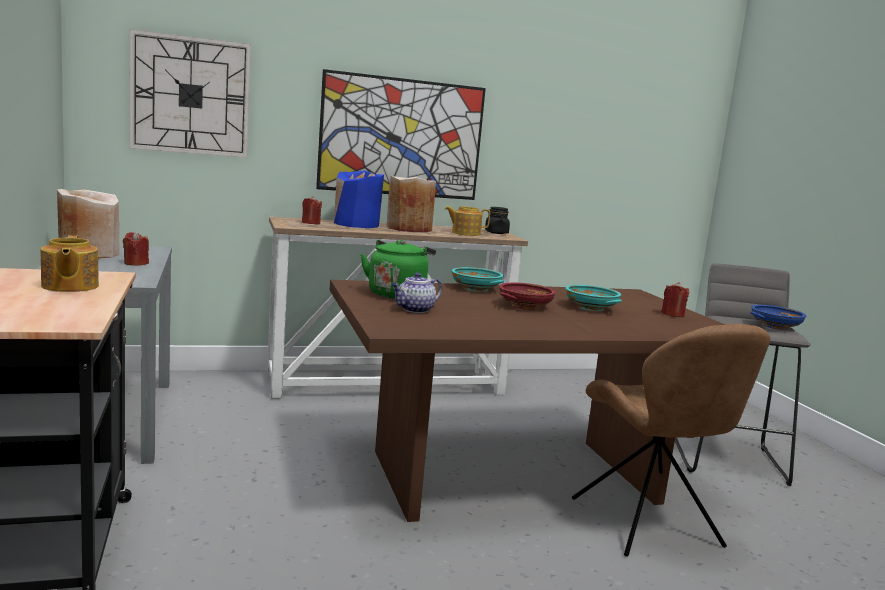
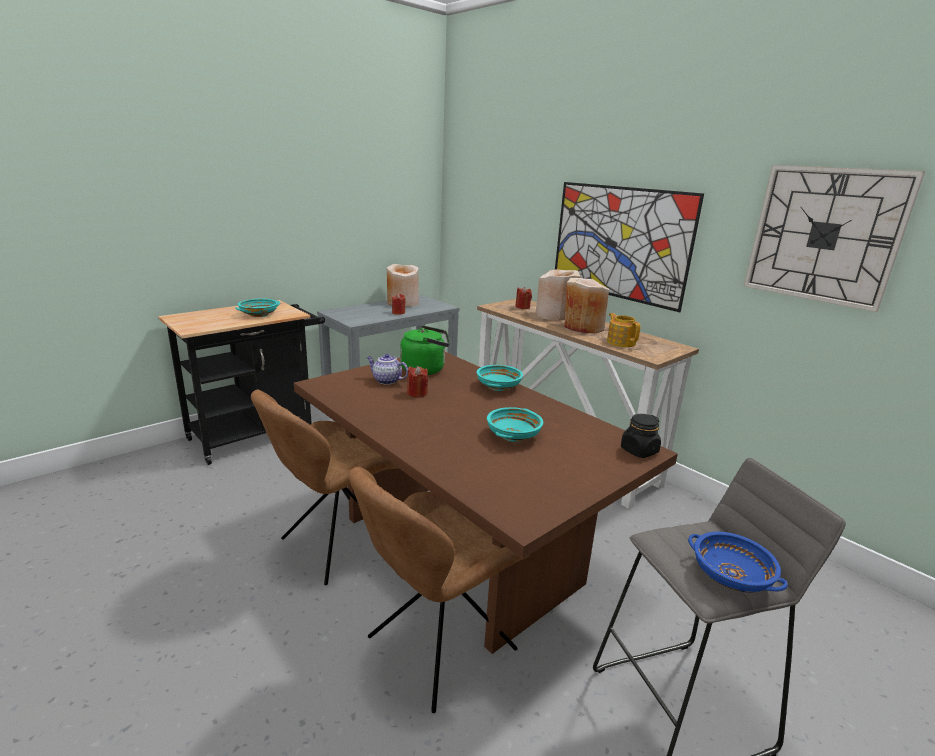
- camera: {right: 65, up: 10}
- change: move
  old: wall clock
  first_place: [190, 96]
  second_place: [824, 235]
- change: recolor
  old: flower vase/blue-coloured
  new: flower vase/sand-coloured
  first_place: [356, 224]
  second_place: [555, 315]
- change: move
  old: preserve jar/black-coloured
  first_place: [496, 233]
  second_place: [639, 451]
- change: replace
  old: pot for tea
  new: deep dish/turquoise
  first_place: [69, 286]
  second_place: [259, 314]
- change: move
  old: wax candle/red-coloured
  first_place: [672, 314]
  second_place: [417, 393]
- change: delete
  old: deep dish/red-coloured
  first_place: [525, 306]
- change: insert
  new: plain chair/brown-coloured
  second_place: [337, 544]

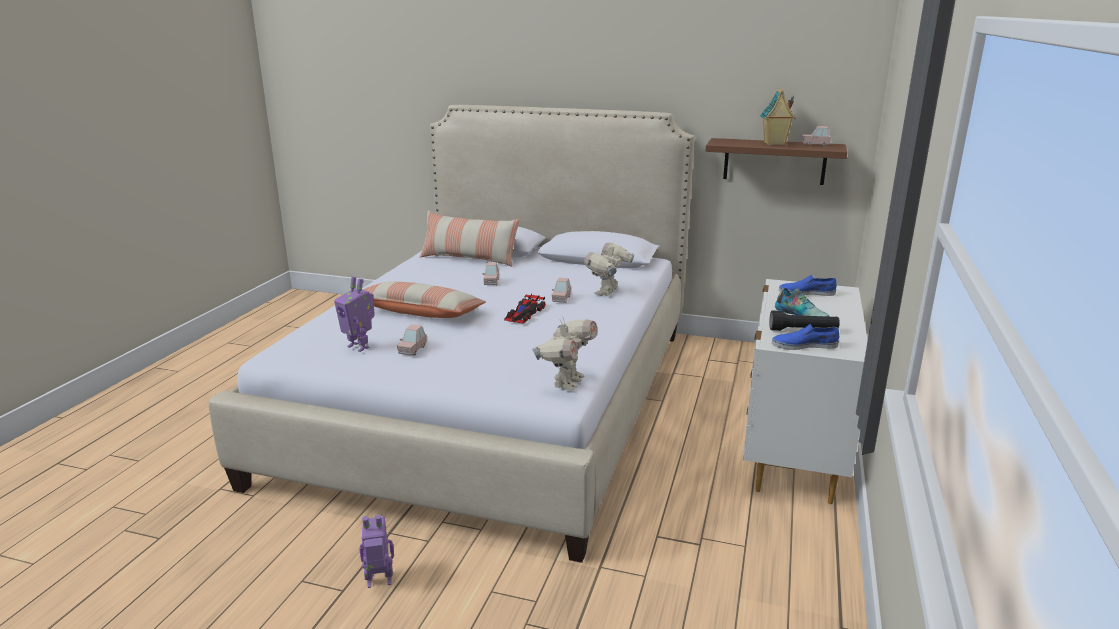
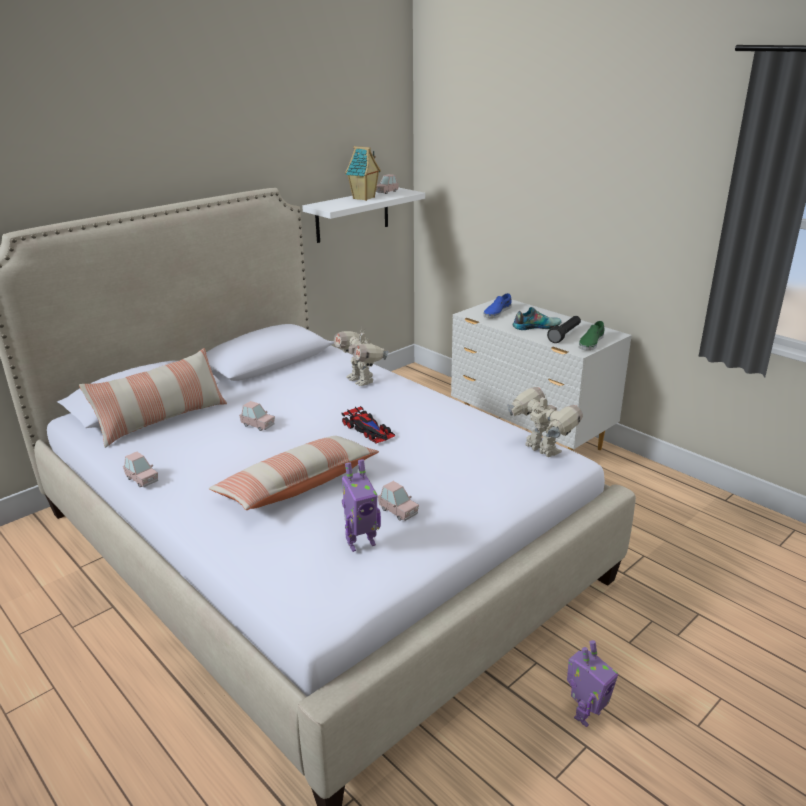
- camera: {right: -60, up: 5}
- change: recolor
  old: wall shelf/brown-coloured
  new: wall shelf/white-coloured
  first_place: [774, 161]
  second_place: [352, 215]
- change: move
  old: toy car/pink-coloured
  first_place: [561, 299]
  second_place: [142, 479]
- change: recolor
  old: low shoe/blue-coloured
  new: low shoe/green
  first_place: [804, 345]
  second_place: [591, 343]
- change: rotate
  old: robot figure
  first_place: [379, 582]
  second_place: [585, 714]
  degrees: -150

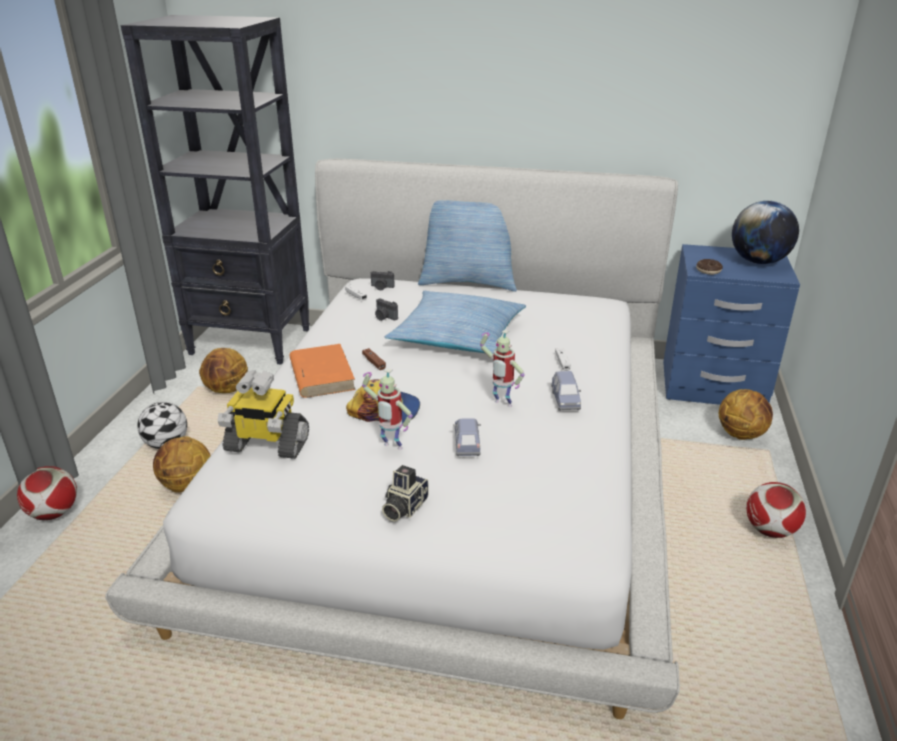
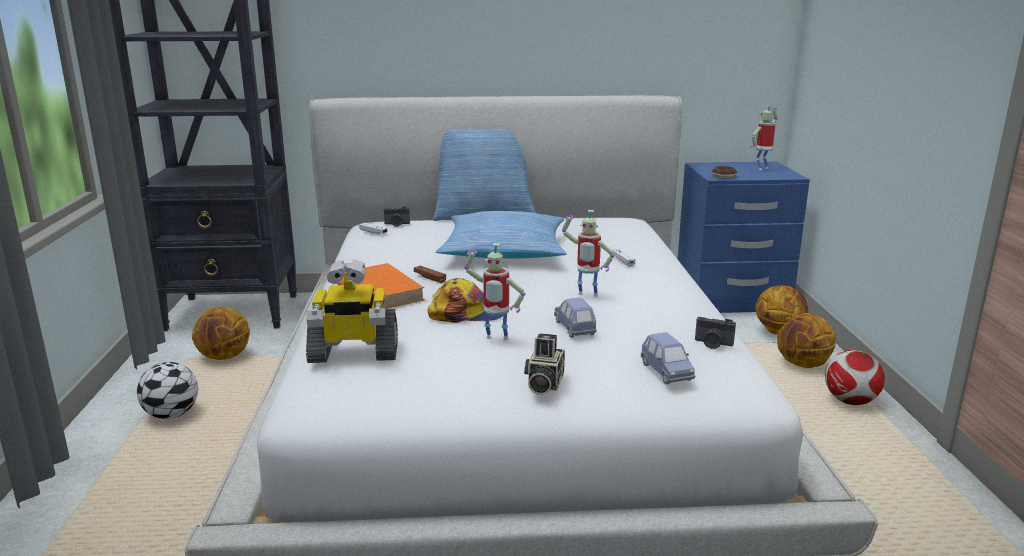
- camera: {right: -15, up: -10}
- change: replace
  old: world globe
  new: robot figure
  first_place: [758, 262]
  second_place: [761, 168]
- change: move
  old: photo camera
  first_place: [384, 317]
  second_place: [713, 344]
- change: move
  old: toy car/blue-coloured
  first_place: [565, 401]
  second_place: [666, 372]
- change: move
  old: basketball ball
  first_place: [186, 486]
  second_place: [802, 365]
- change: delete
  old: ball for football
  first_place: [54, 513]

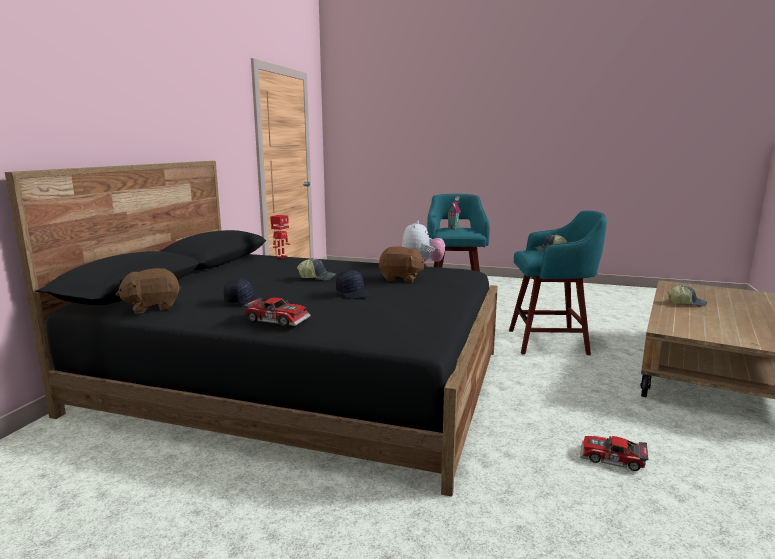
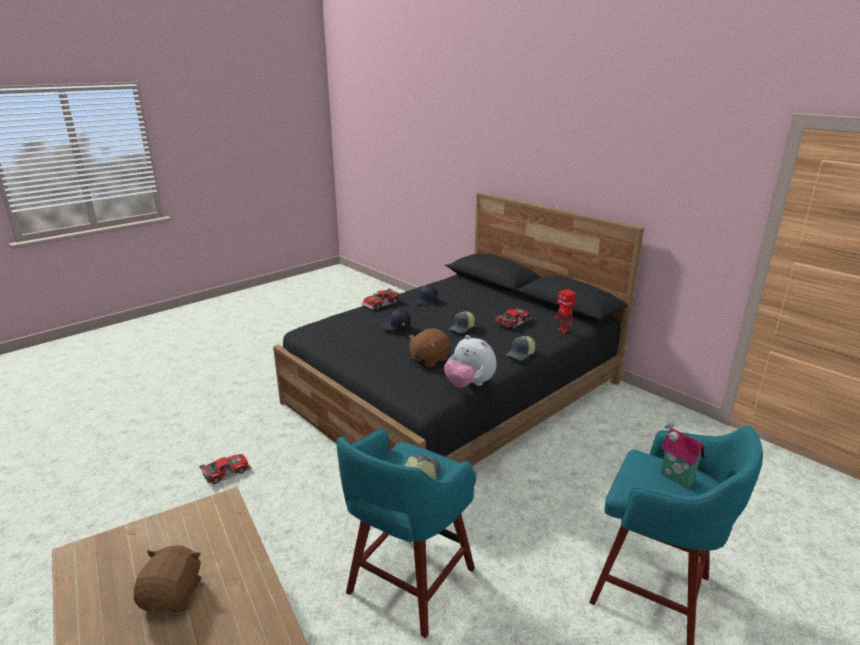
- camera: {right: 120, up: 10}
- change: move
  old: soft toy/brown-coloured
  first_place: [152, 307]
  second_place: [173, 595]
- change: move
  old: peaked cap
  first_place: [686, 303]
  second_place: [521, 354]
- change: insert
  new: toy car
  second_place: [512, 322]

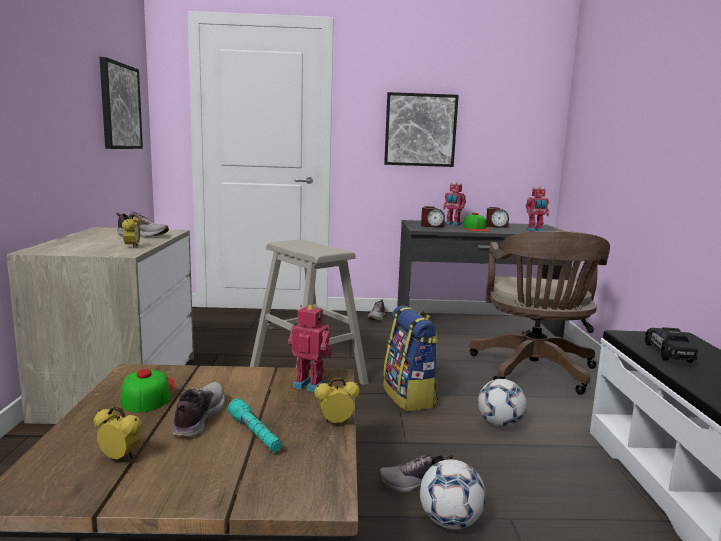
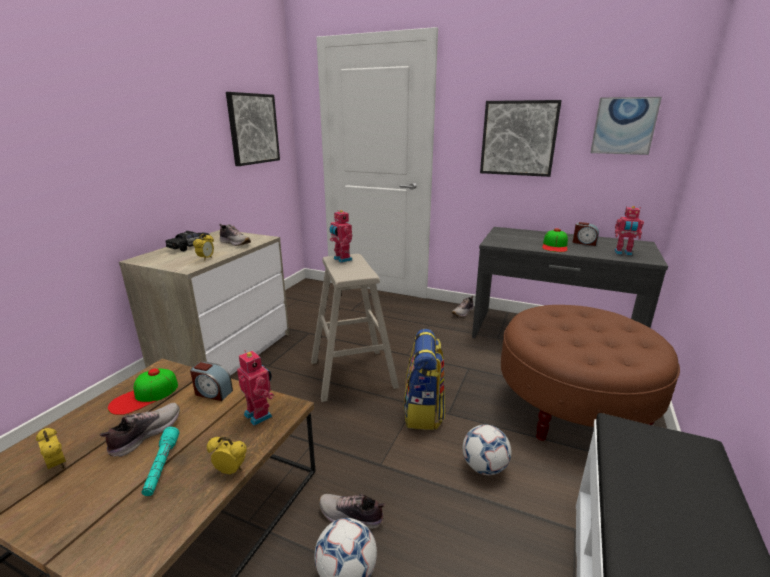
- camera: {right: 25, up: 10}
- change: move
  old: robot figure
  first_place: [452, 224]
  second_place: [341, 259]
- change: move
  old: bedside clock
  first_place: [432, 226]
  second_place: [213, 392]
- change: replace
  old: office chair/brown-coloured
  new: footrest/brown-coloured
  first_place: [534, 371]
  second_place: [572, 407]
- change: move
  old: toy car/black-coloured
  first_place: [668, 353]
  second_place: [190, 247]
- change: rotate
  old: peaked cap
  first_place: [147, 393]
  second_place: [144, 396]
  degrees: -150
- change: insert
  new: wall picture
  second_place: [624, 126]

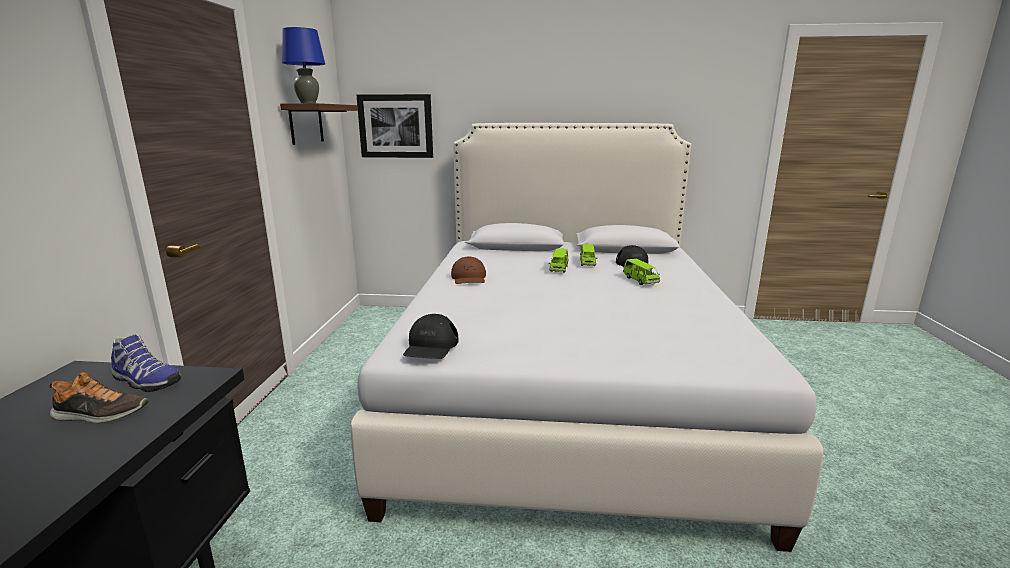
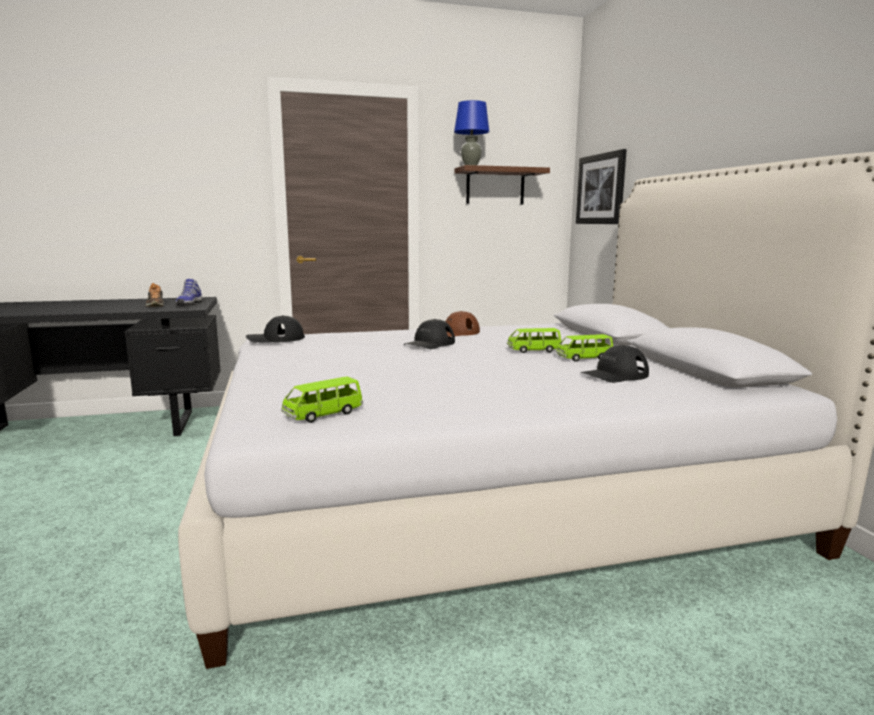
- camera: {right: 70, up: -5}
- change: move
  old: toy car/green
  first_place: [640, 280]
  second_place: [323, 414]
- change: insert
  new: peaked cap/black-coloured
  second_place: [429, 343]

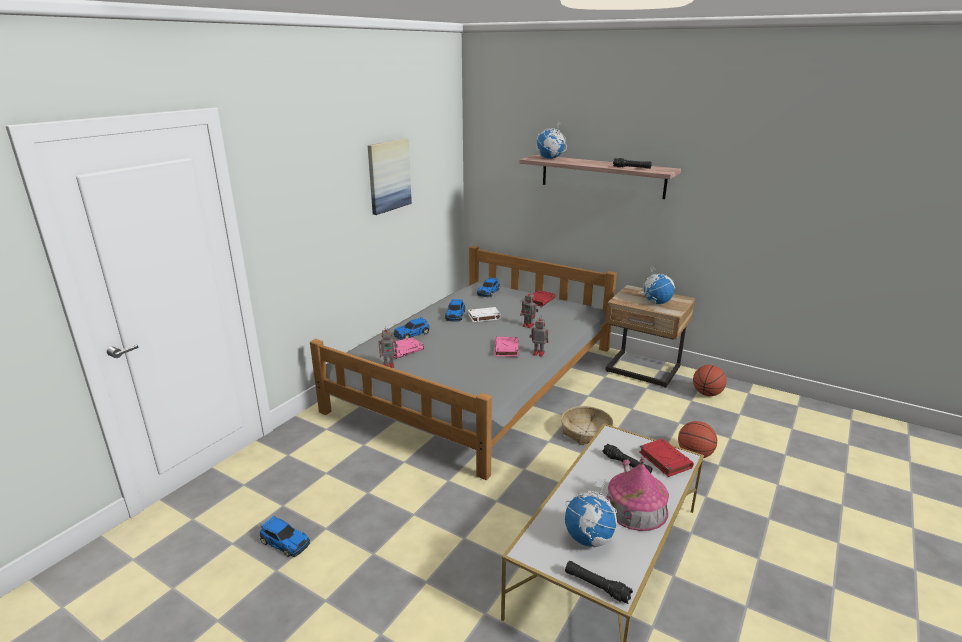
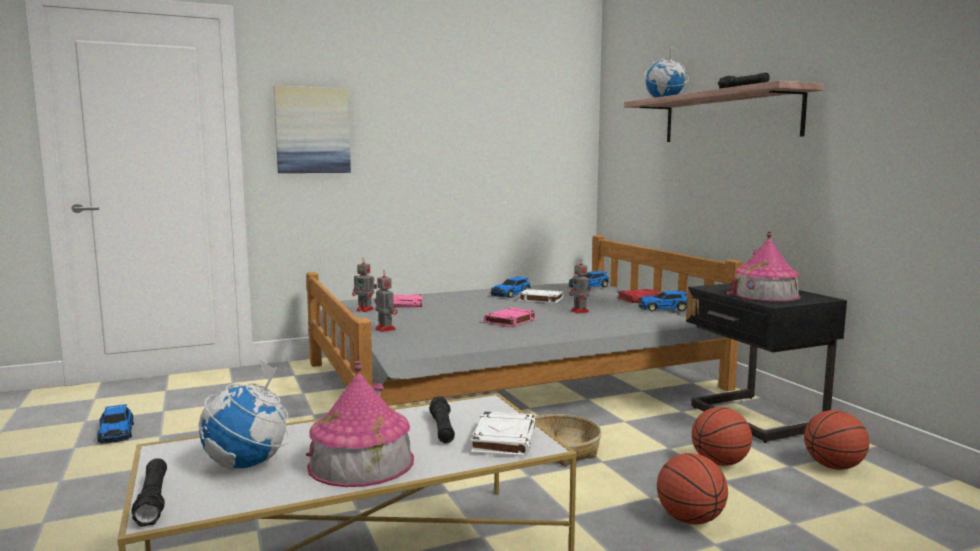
- camera: {right: 35, up: -15}
- change: move
  old: wall picture
  first_place: [389, 176]
  second_place: [312, 130]
- change: replace
  old: world globe
  new: miniature house
  first_place: [656, 302]
  second_place: [765, 295]
- change: recolor
  old: night table/sand-coloured
  new: night table/black-coloured
  first_place: [642, 370]
  second_place: [754, 419]
- change: move
  old: robot figure
  first_place: [538, 353]
  second_place: [385, 329]
- change: move
  old: toy car
  first_place: [412, 334]
  second_place: [664, 309]
- change: recolor
  old: bound book/red-coloured
  new: bound book/white-coloured
  first_place: [664, 460]
  second_place: [504, 439]
- change: insert
  new: basketball ball
  second_place: [719, 463]

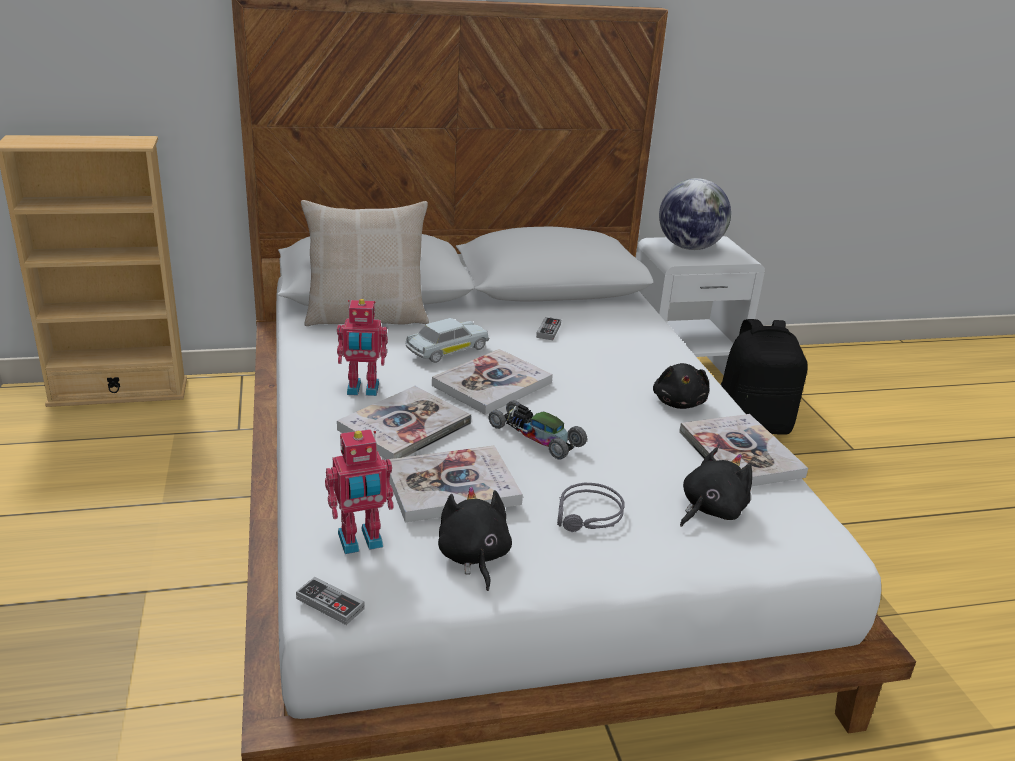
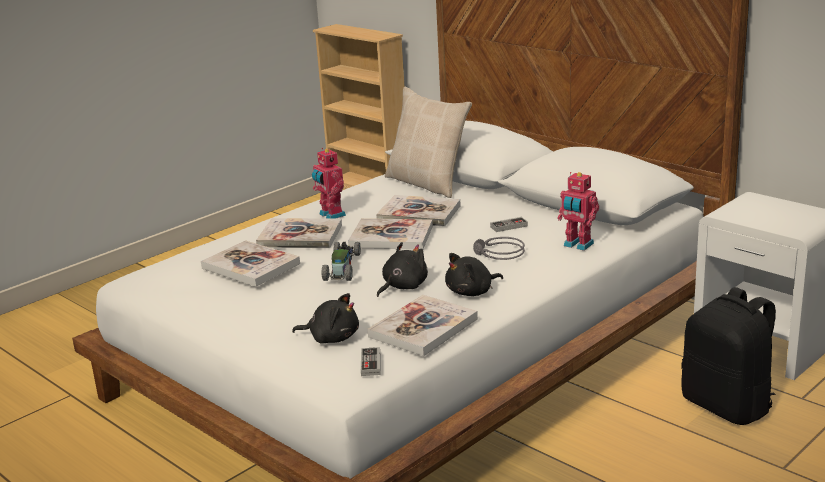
- camera: {right: 60, up: -5}
- change: delete
  old: world globe
  first_place: [689, 247]
- change: replace
  old: toy car/white-coloured
  new: bound book
  first_place: [447, 350]
  second_place: [419, 213]
- change: move
  old: robot figure
  first_place: [361, 542]
  second_place: [577, 245]
- change: move
  old: headset/gray
  first_place: [588, 516]
  second_place: [498, 254]
- change: move
  old: soft toy/black-coloured
  first_place: [473, 557]
  second_place: [403, 287]
- change: move
  old: joypad
  first_place: [330, 603]
  second_place: [370, 364]

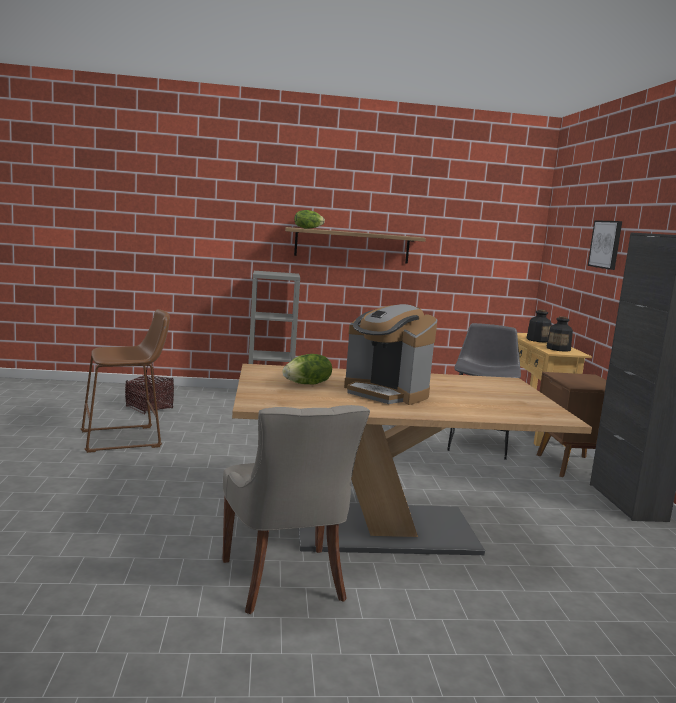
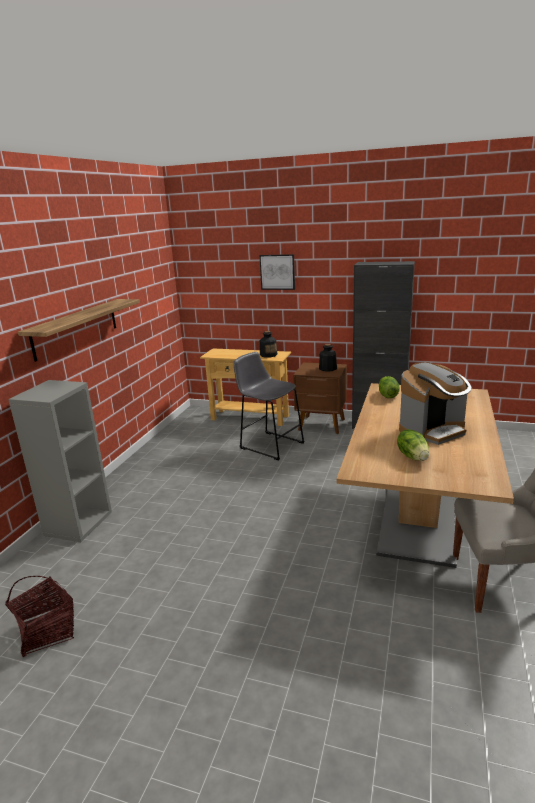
- camera: {right: -65, up: 10}
- change: move
  old: lettuce
  first_place: [307, 228]
  second_place: [387, 395]
- change: delete
  old: sitting stool/brown-coloured
  first_place: [126, 439]
- change: move
  old: beverage bottle
  first_place: [537, 340]
  second_place: [327, 368]

